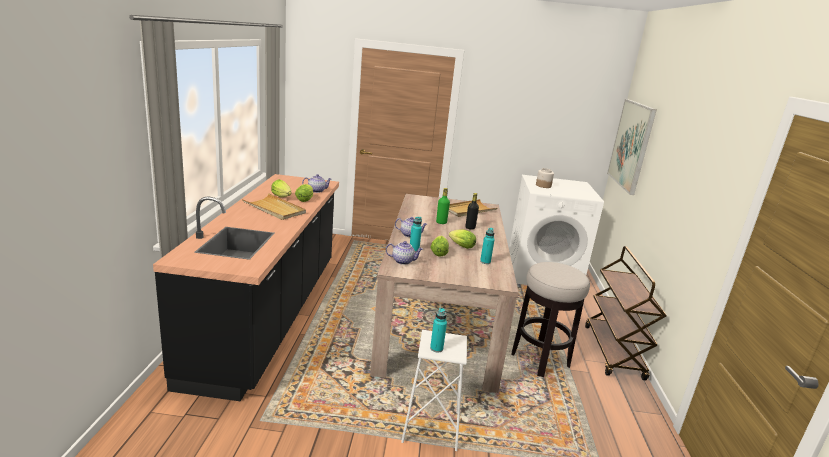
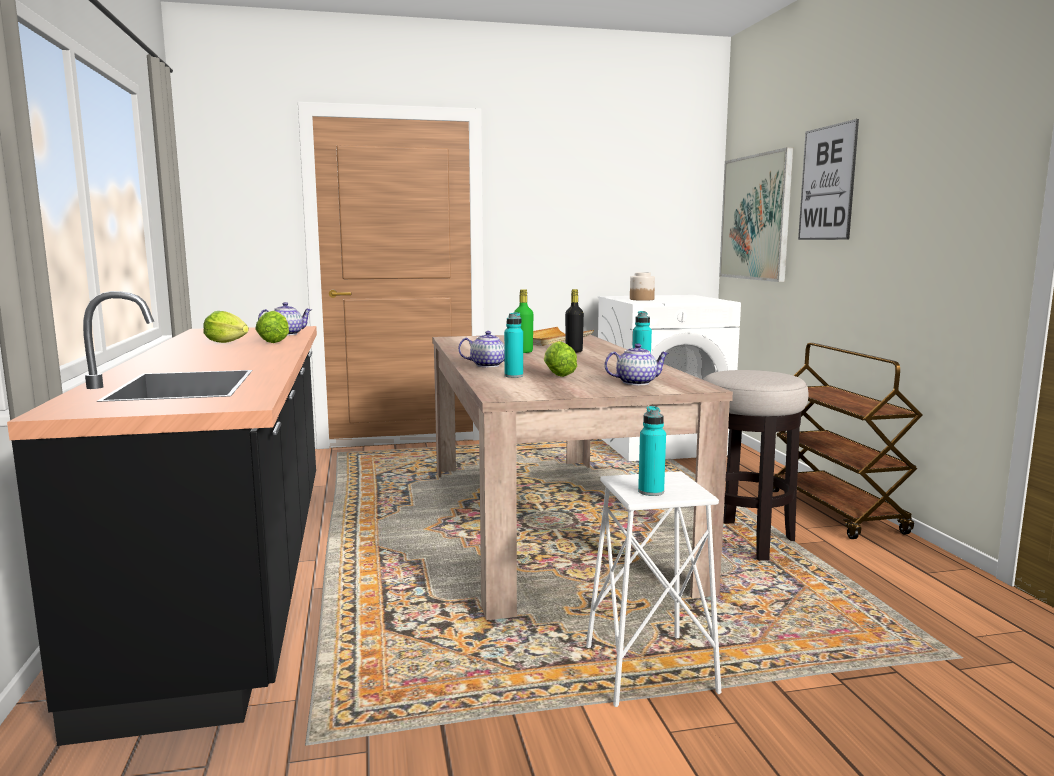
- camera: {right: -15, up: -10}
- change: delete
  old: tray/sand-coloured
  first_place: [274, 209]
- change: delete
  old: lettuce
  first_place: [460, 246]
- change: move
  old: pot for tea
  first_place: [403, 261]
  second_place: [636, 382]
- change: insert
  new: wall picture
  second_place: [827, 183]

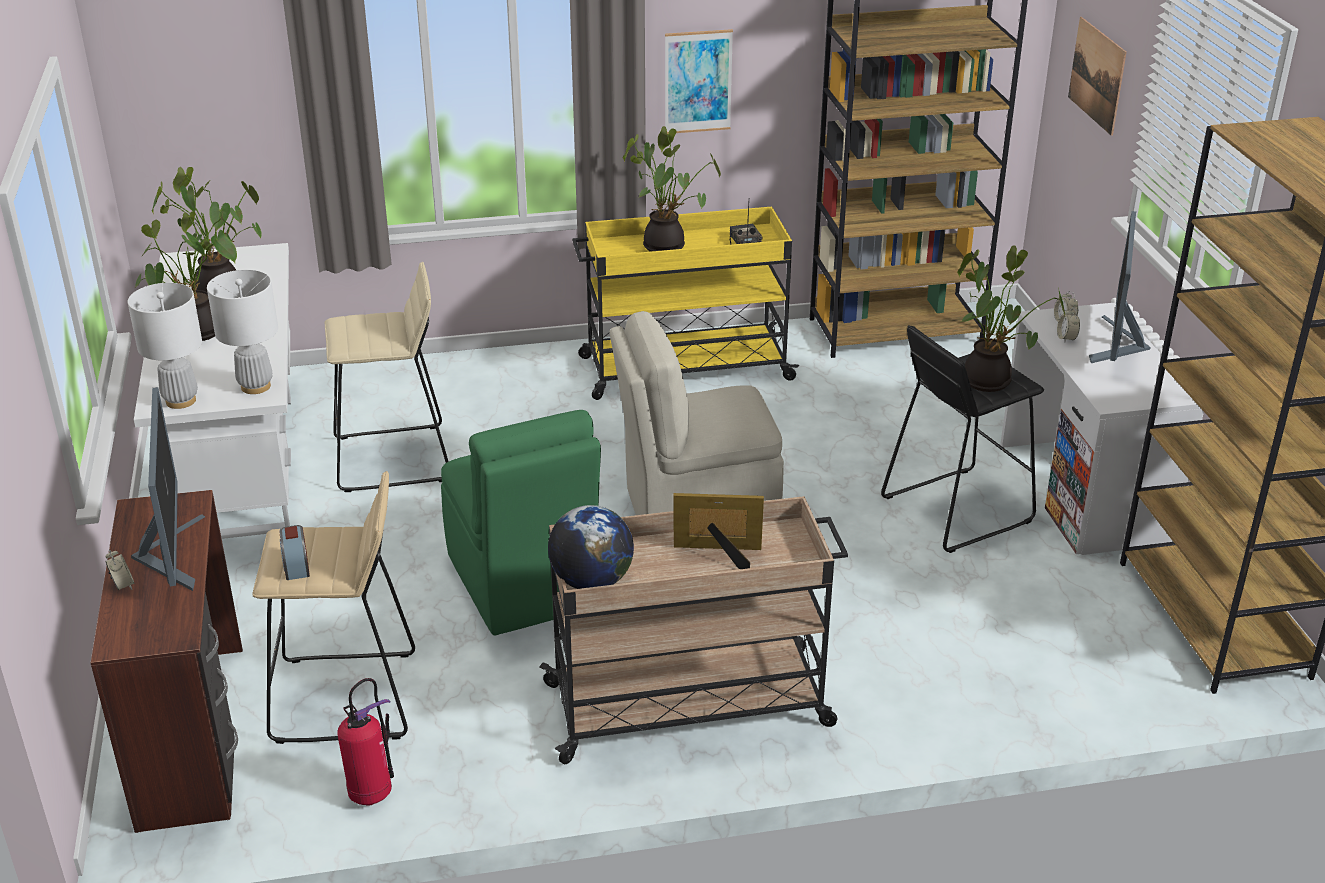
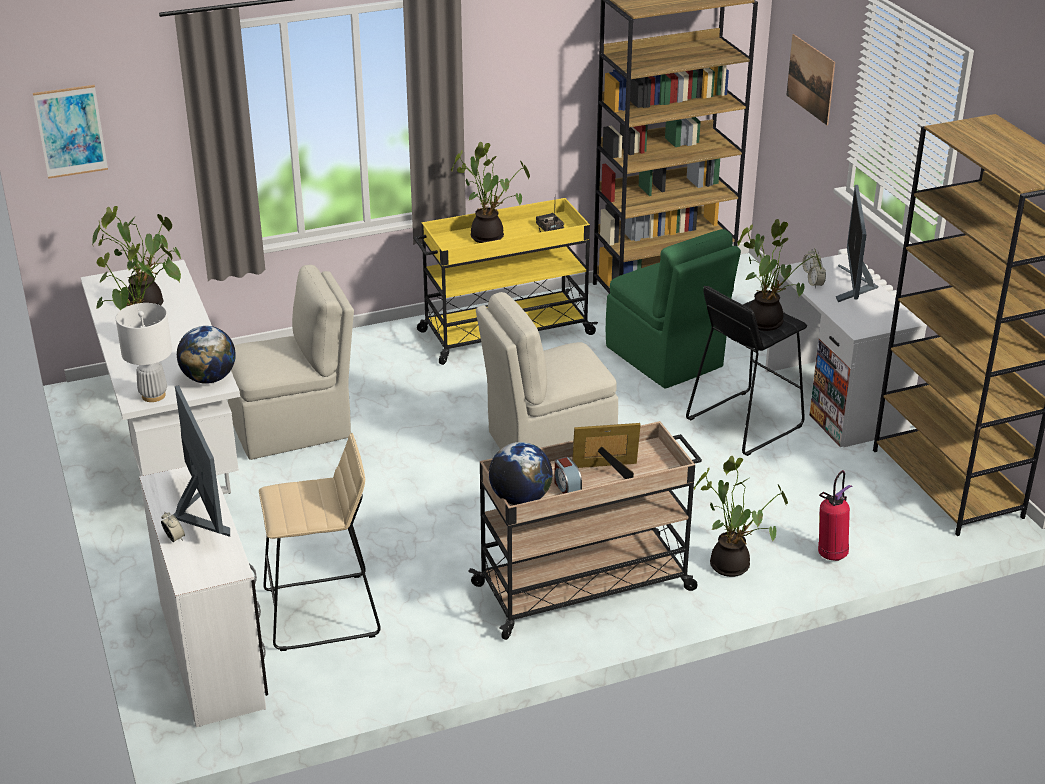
- camera: {right: -10, up: 0}
- change: move
  old: wall picture
  first_place: [698, 81]
  second_place: [71, 131]
- change: replace
  old: sitting stool/sand-coloured
  new: plain chair/sand-coloured
  first_place: [393, 459]
  second_place: [294, 427]
- change: replace
  old: tabletop lamp/white-coloured
  new: world globe
  first_place: [256, 386]
  second_place: [209, 378]
- change: move
  old: plain chair/green
  first_place: [522, 584]
  second_place: [665, 358]
- change: recolor
  old: desk table/brown-coloured
  new: desk table/white-coloured
  first_place: [195, 734]
  second_place: [214, 652]
- change: move
  old: bedside clock
  first_place: [296, 566]
  second_place: [567, 487]
- change: move
  old: fire-fighting cylinder
  first_place: [371, 793]
  second_place: [831, 554]
- change: insert
  new: plant in a pot
  second_place: [732, 564]

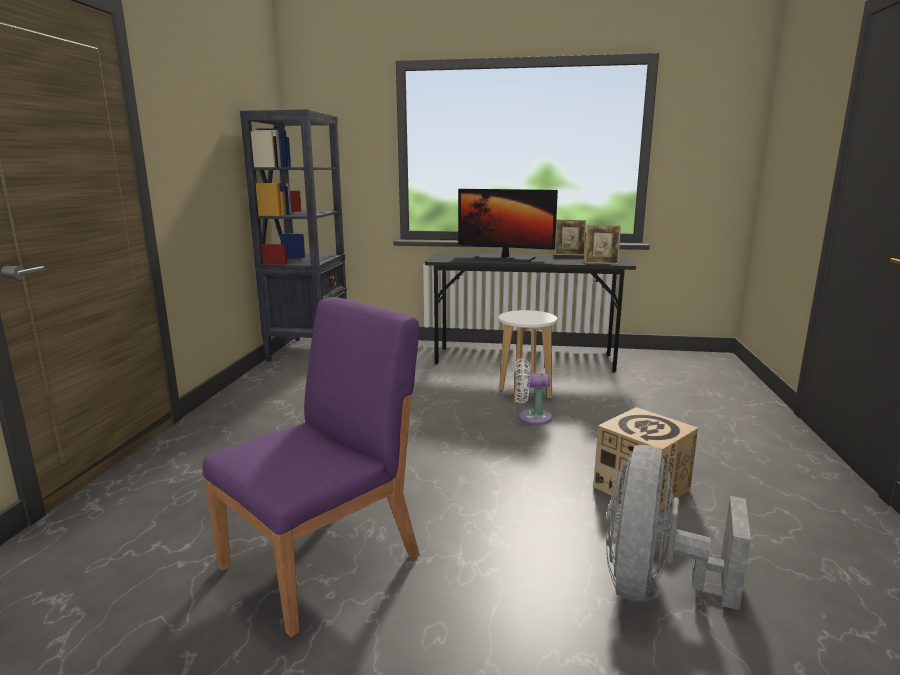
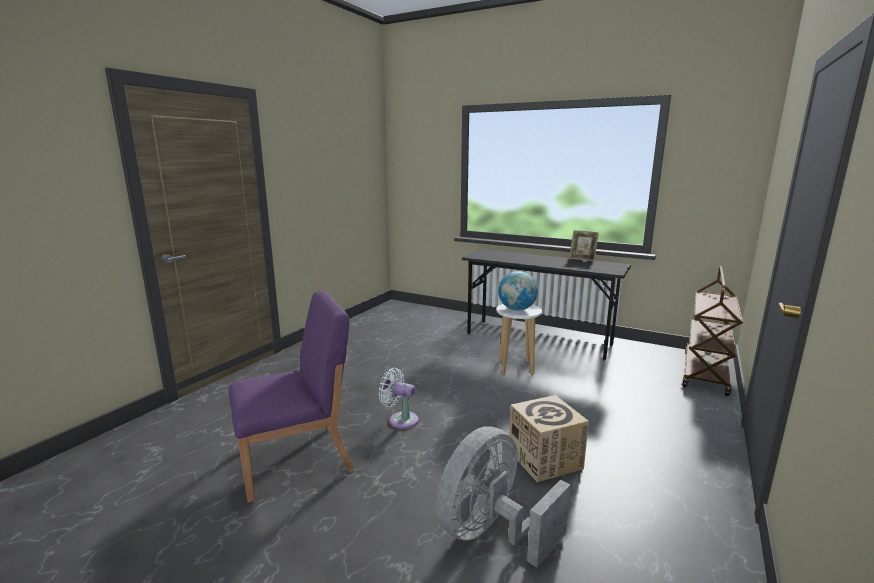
- camera: {right: 20, up: 0}
- change: delete
  old: shelving unit/black-coloured
  first_place: [309, 351]
- change: delete
  old: monitor
  first_place: [505, 258]
- change: delete
  old: picture frame
  first_place: [601, 263]
- change: move
  old: fan/white-coloured
  first_place: [531, 417]
  second_place: [400, 419]
- change: insert
  new: trolley/brown-coloured
  second_place: [705, 374]
- change: insert
  new: world globe
  second_place: [517, 309]

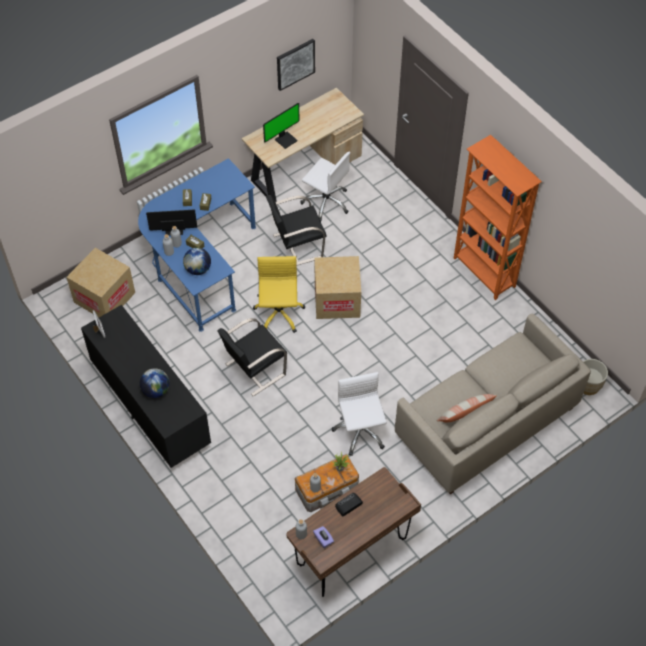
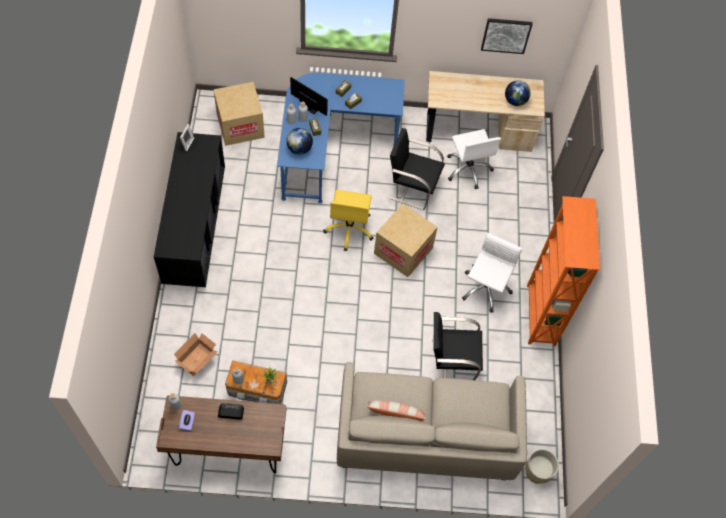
- camera: {right: 35, up: 5}
- change: delete
  old: monitor
  first_place: [285, 139]
- change: rotate
  old: office chair/yellowish
  first_place: [278, 314]
  second_place: [349, 229]
  degrees: 150
- change: move
  old: plain chair/black-coloured
  first_place: [254, 370]
  second_place: [451, 361]
- change: move
  old: world globe
  first_place: [156, 390]
  second_place: [515, 101]
- change: move
  old: office chair/white-coloured
  first_place: [360, 431]
  second_place: [485, 288]
- change: insert
  new: carton
  second_place: [198, 359]

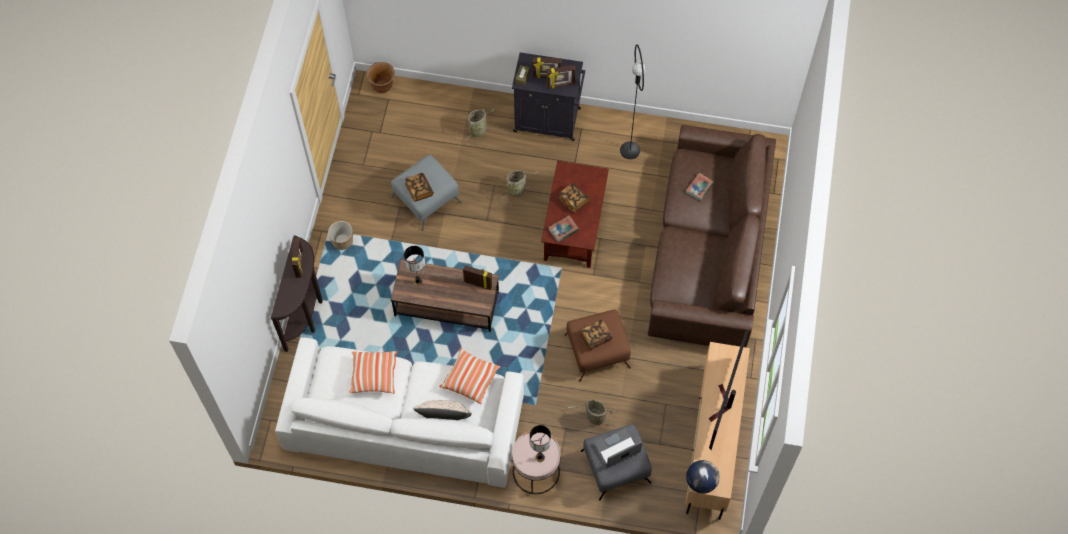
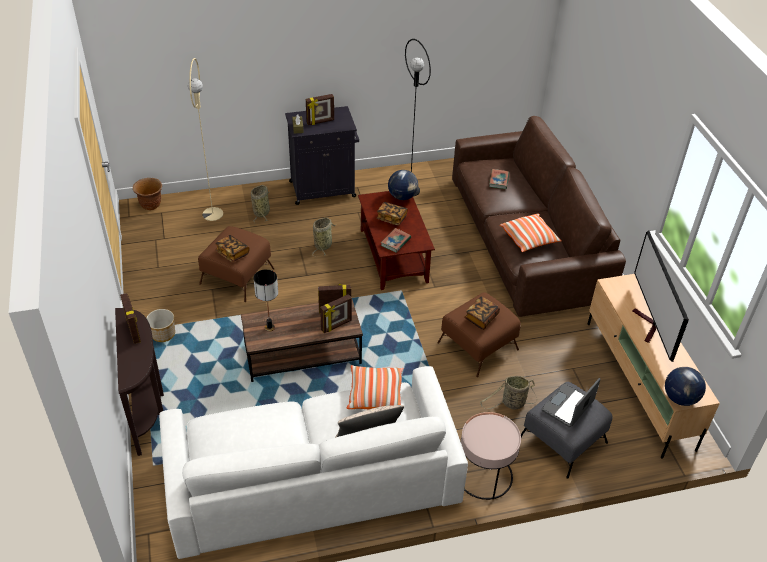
- camera: {right: -25, up: -20}
- change: move
  old: picture frame
  first_place: [560, 85]
  second_place: [336, 326]
- change: recolor
  old: footrest/gray
  new: footrest/brown-coloured
  first_place: [426, 199]
  second_place: [236, 276]
- change: move
  old: pillow
  first_place: [374, 375]
  second_place: [529, 239]
- change: delete
  old: tabletop lamp
  first_place: [540, 457]
- change: insert
  new: standing lamp/sand-coloured
  second_place: [212, 214]
- change: insert
  new: world globe
  second_place: [402, 197]

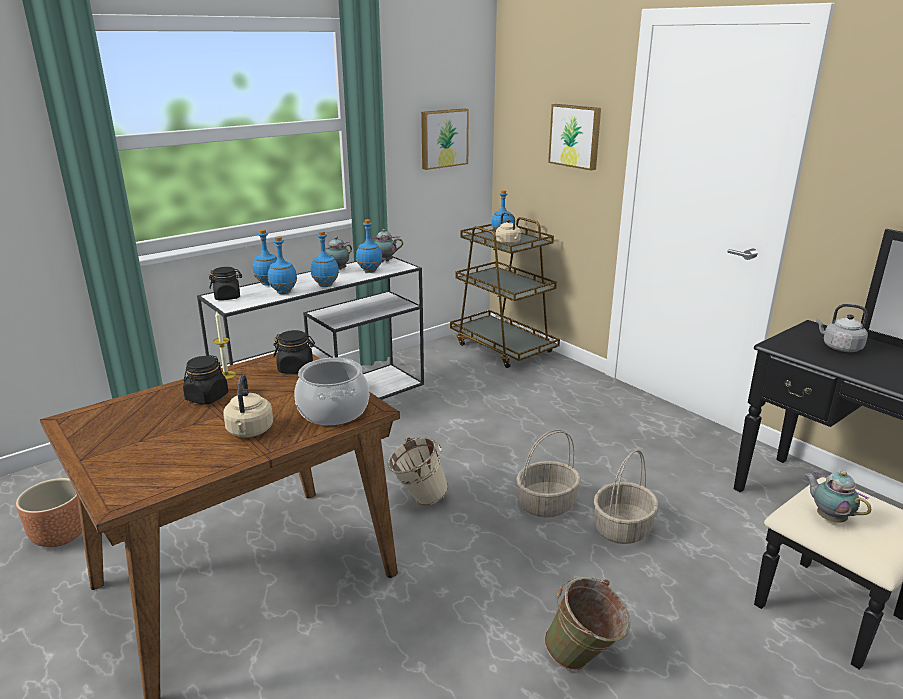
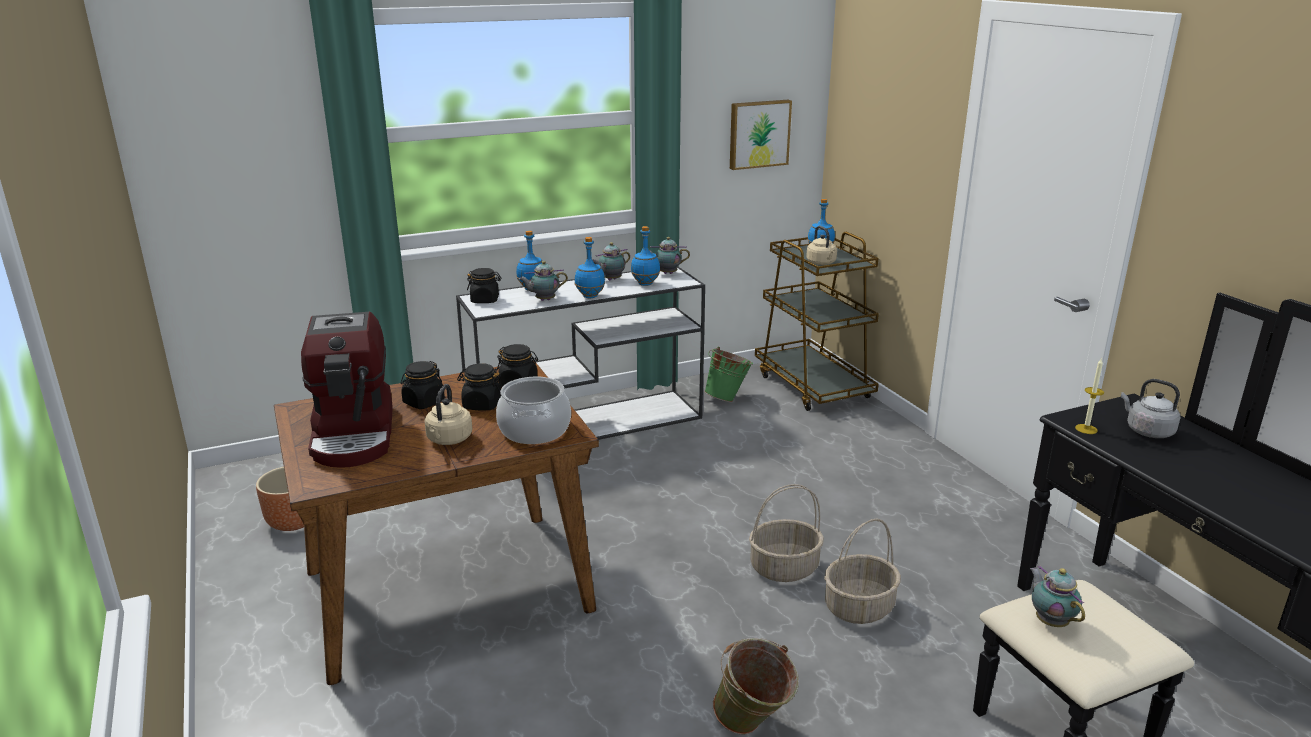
- camera: {right: 15, up: 0}
- change: delete
  old: wall picture
  first_place: [576, 136]
- change: replace
  old: beverage bottle/blue-coloured
  new: pot for tea
  first_place: [284, 292]
  second_place: [543, 300]
- change: move
  old: wax candle
  first_place: [226, 375]
  second_place: [1086, 429]
- change: delete
  old: pail/sand-coloured
  first_place: [418, 499]
- change: insert
  new: coffee brewer
  second_place: [355, 435]
- change: insert
  new: pail/green
  second_place: [727, 398]
- change: insert
  new: preserve jar/black-coloured
  second_place: [482, 404]

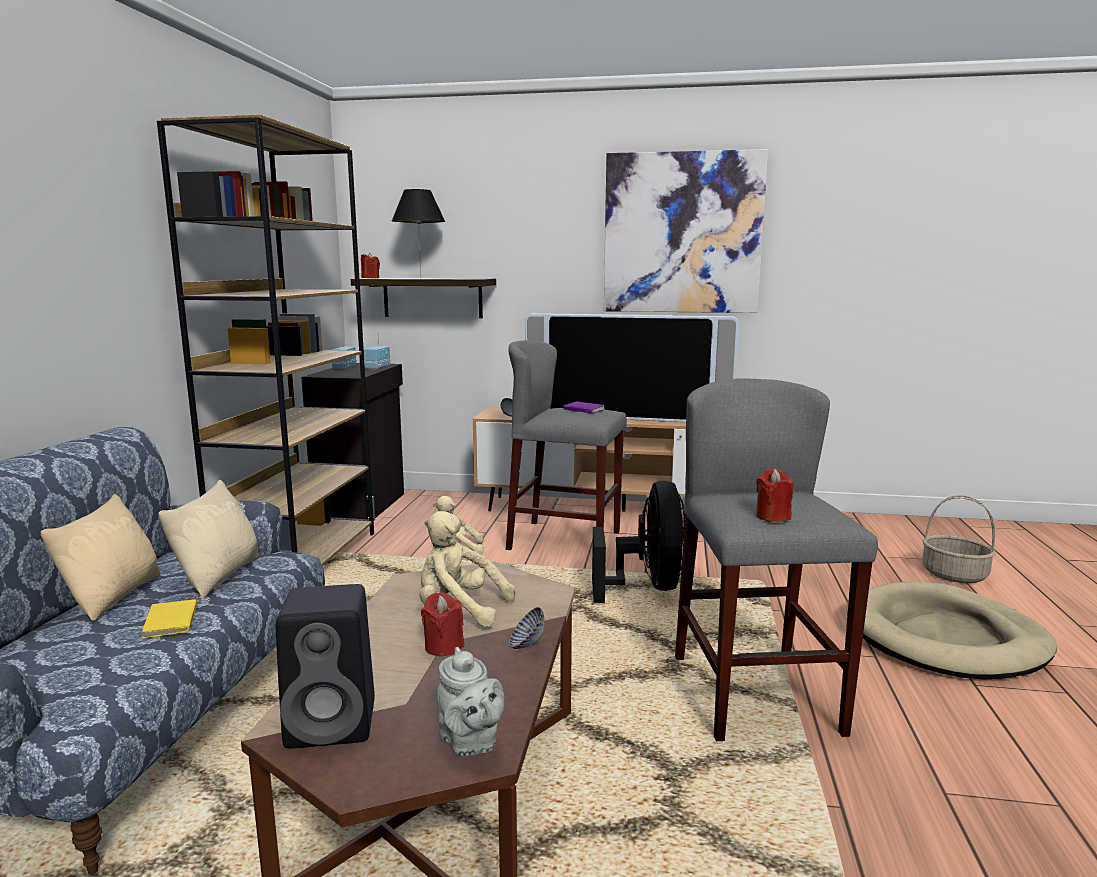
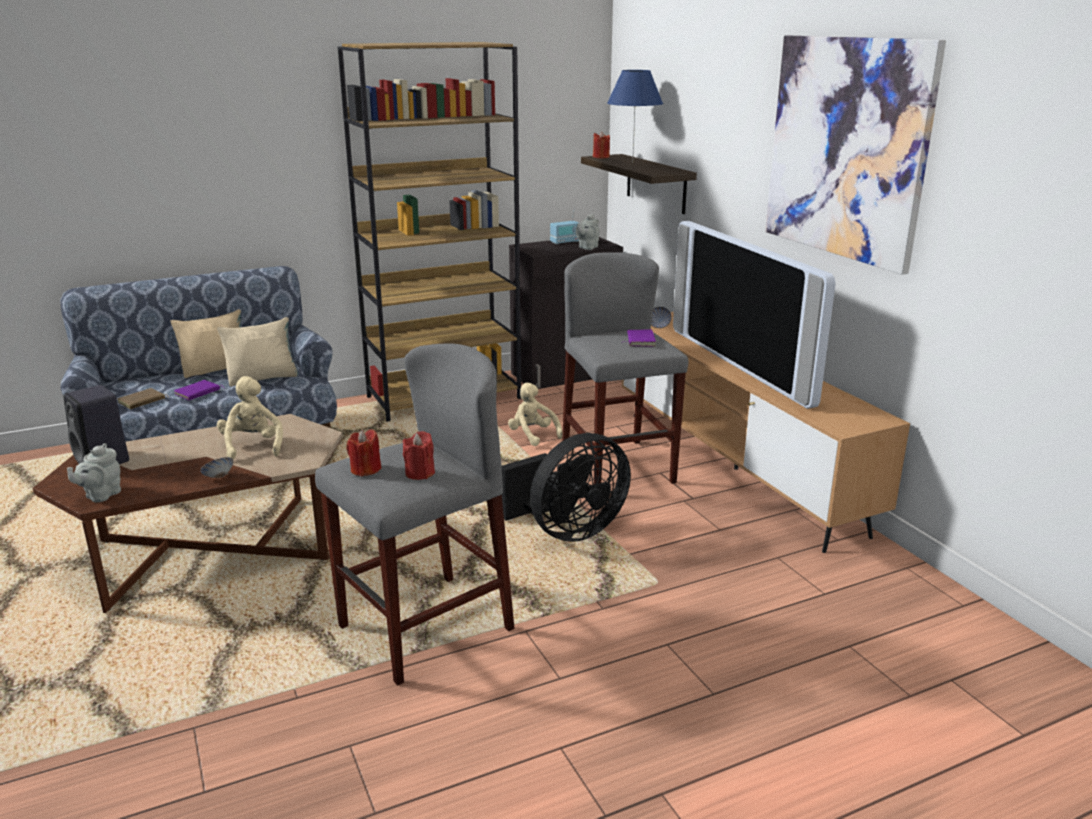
- camera: {right: 55, up: 10}
- change: recolor
  old: tabletop lamp/black-coloured
  new: tabletop lamp/blue-coloured
  first_place: [420, 278]
  second_place: [632, 163]
- change: replace
  old: radio set
  new: pot for tea/gray
  first_place: [378, 368]
  second_place: [587, 247]
- change: delete
  old: storage basket
  first_place: [955, 575]
- change: delete
  old: pet bed/sand-coloured
  first_place: [945, 638]
- change: move
  old: wax candle/red-coloured
  first_place: [443, 646]
  second_place: [420, 473]
- change: recolor
  old: bound book/yellowish
  new: bound book/purple-coloured
  first_place: [173, 622]
  second_place: [198, 393]
- change: insert
  new: bound book/brown-coloured
  second_place: [142, 401]

